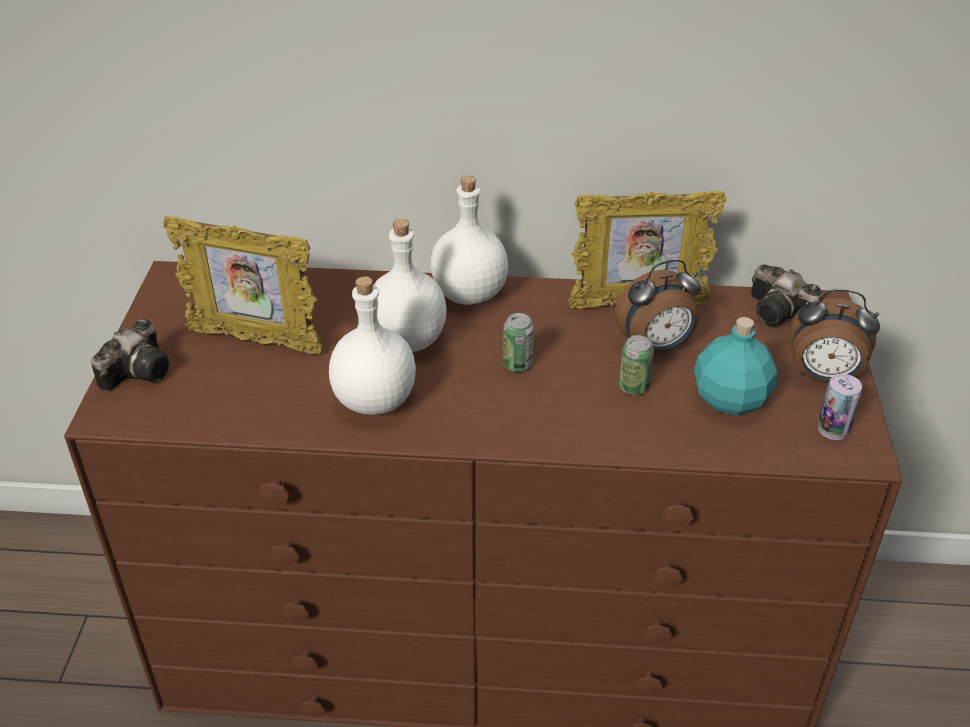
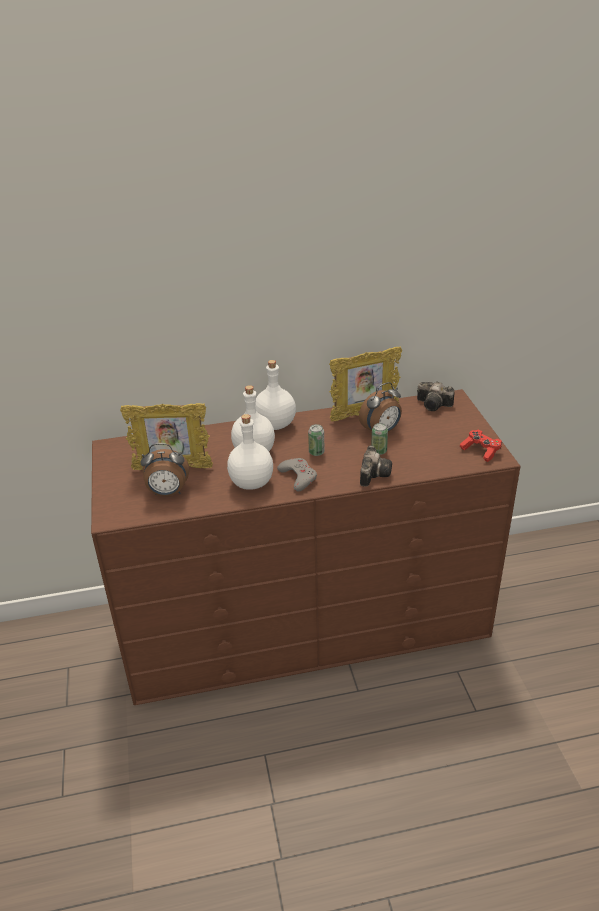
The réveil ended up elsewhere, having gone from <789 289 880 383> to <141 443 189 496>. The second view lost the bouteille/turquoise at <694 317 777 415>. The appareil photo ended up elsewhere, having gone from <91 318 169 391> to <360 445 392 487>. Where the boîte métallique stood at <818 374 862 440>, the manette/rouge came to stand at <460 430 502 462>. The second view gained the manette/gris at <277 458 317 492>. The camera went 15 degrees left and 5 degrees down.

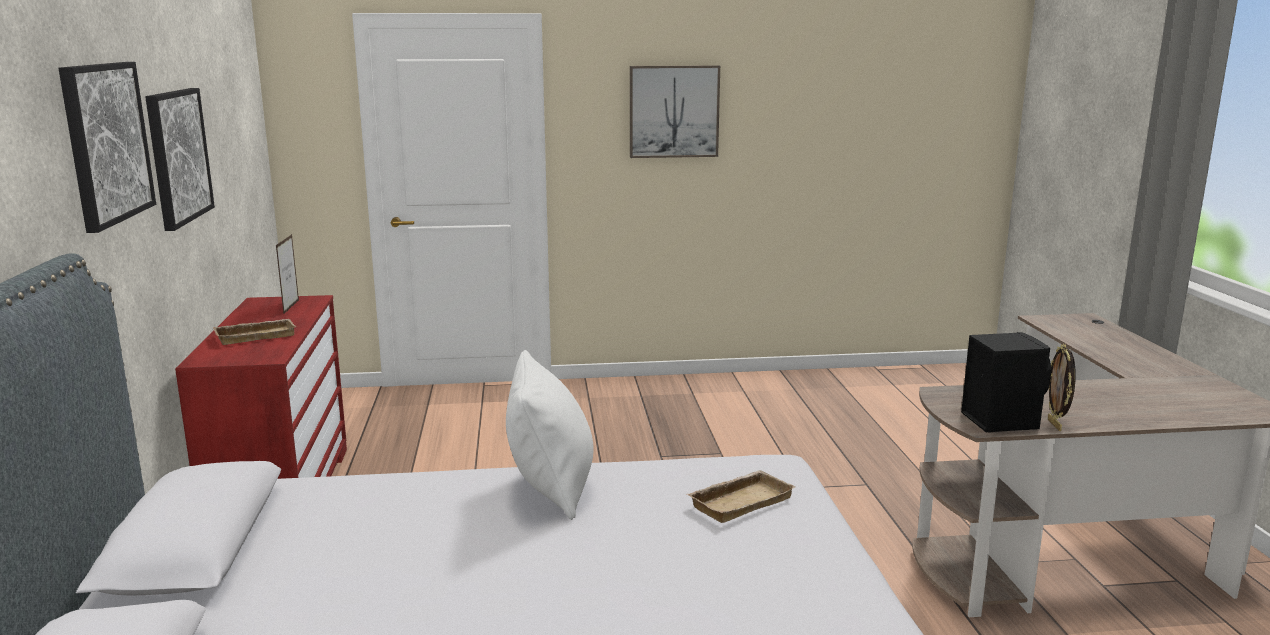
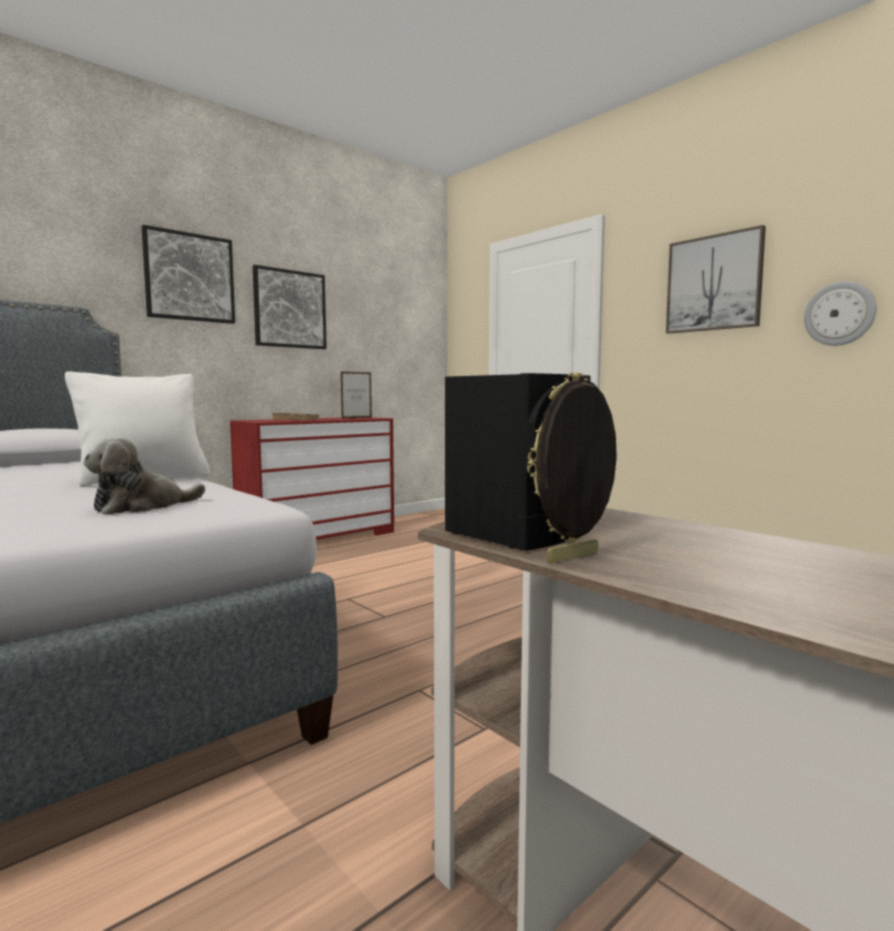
Where the plateau/beige stood at <687 470 795 523>, the peluche came to stand at <83 436 205 515>. The second view gained the horloge murale at <804 281 876 346>. The camera went 55 degrees right and 10 degrees down.

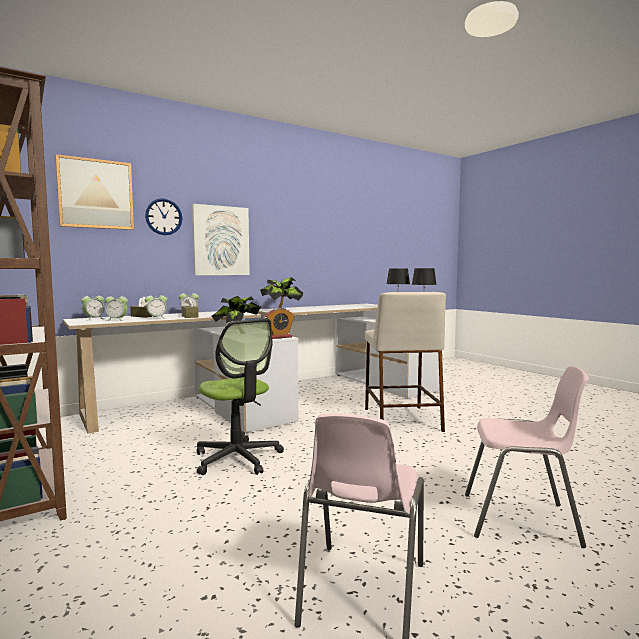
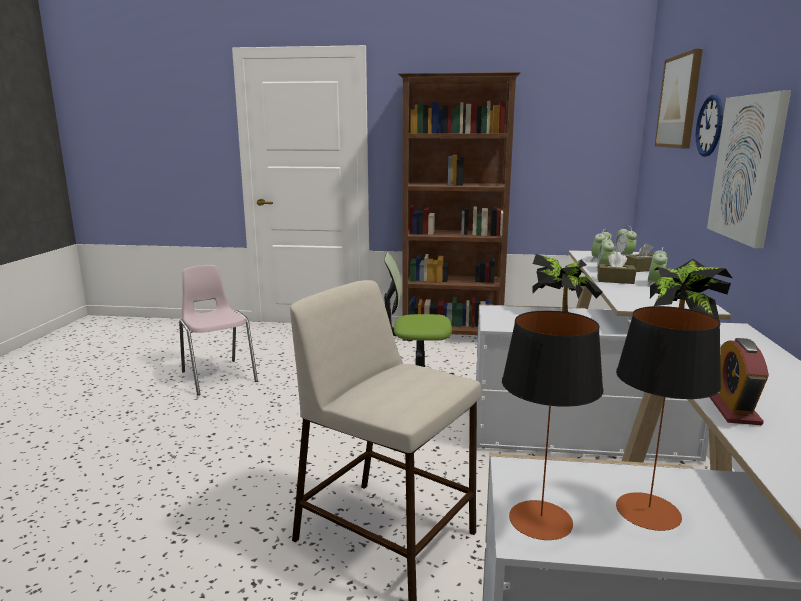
The réveil ended up elsewhere, having gone from <264 308 294 339> to <709 338 769 425>. The second view lost the chaise/rose at <465 366 589 548>. The camera went 130 degrees right and 10 degrees up.

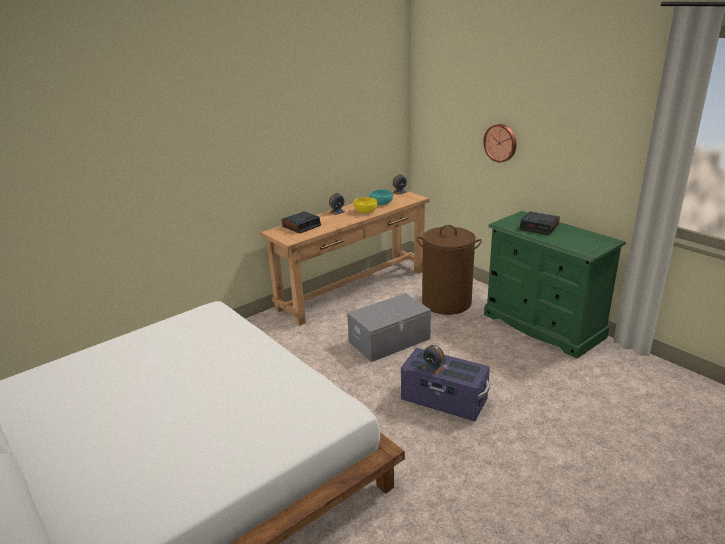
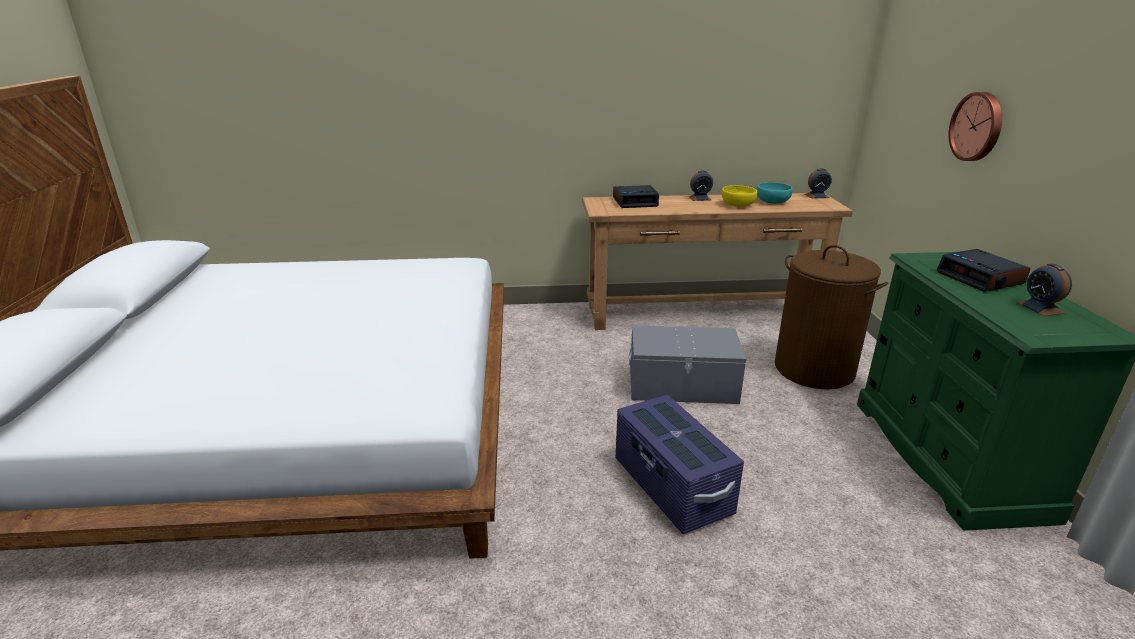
The réveil ended up elsewhere, having gone from <422 345 445 375> to <1017 264 1072 316>. The camera went 35 degrees right and 0 degrees up.

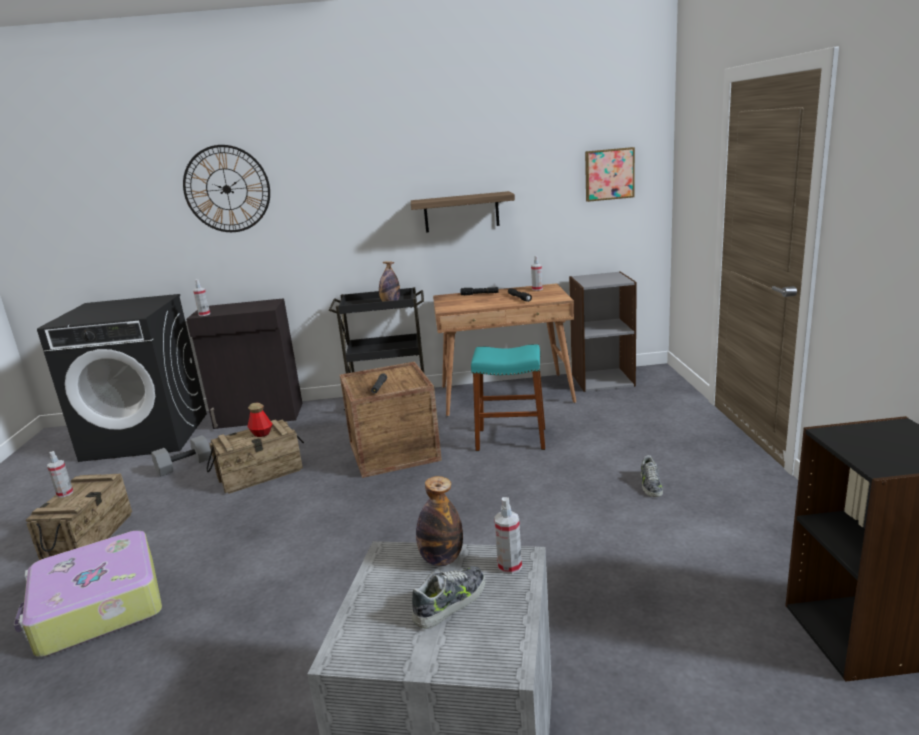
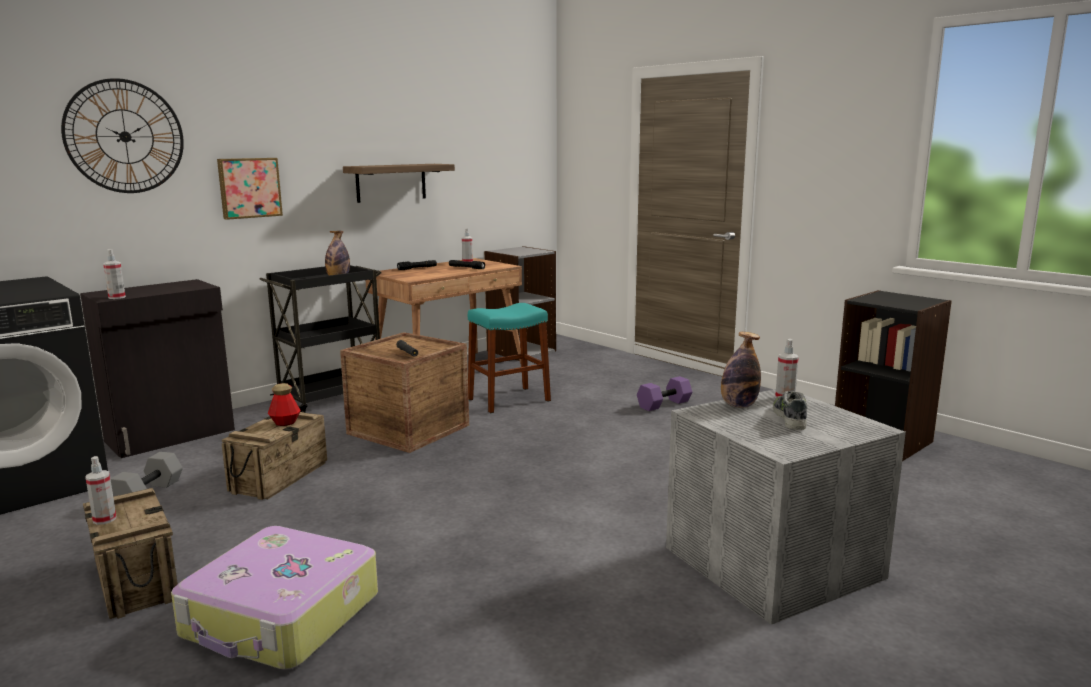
The tableau ended up elsewhere, having gone from <585 147 635 202> to <217 158 283 220>. Where the chaussure stood at <641 455 663 497>, the haltère/violet came to stand at <637 376 692 411>. The camera went 40 degrees left and 5 degrees down.

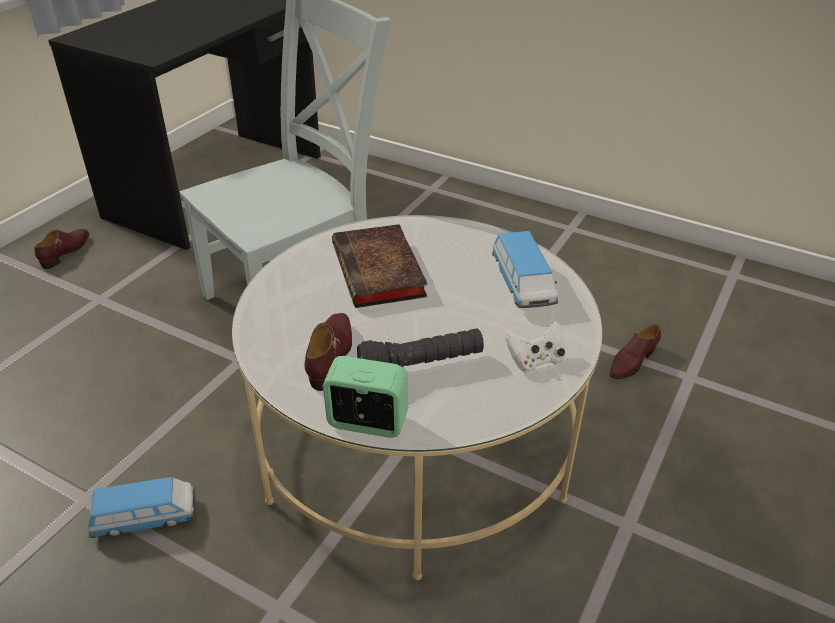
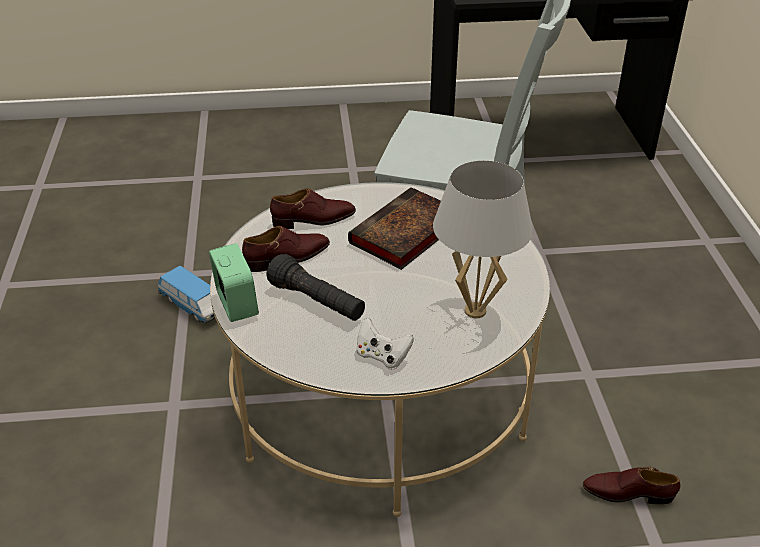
The chaussure/marron ended up elsewhere, having gone from <34 229 89 269> to <270 188 356 229>. Where the petite voiture stood at <492 231 558 308>, the lampe de table/blanc came to stand at <433 160 533 318>. The camera went 55 degrees right and 0 degrees up.

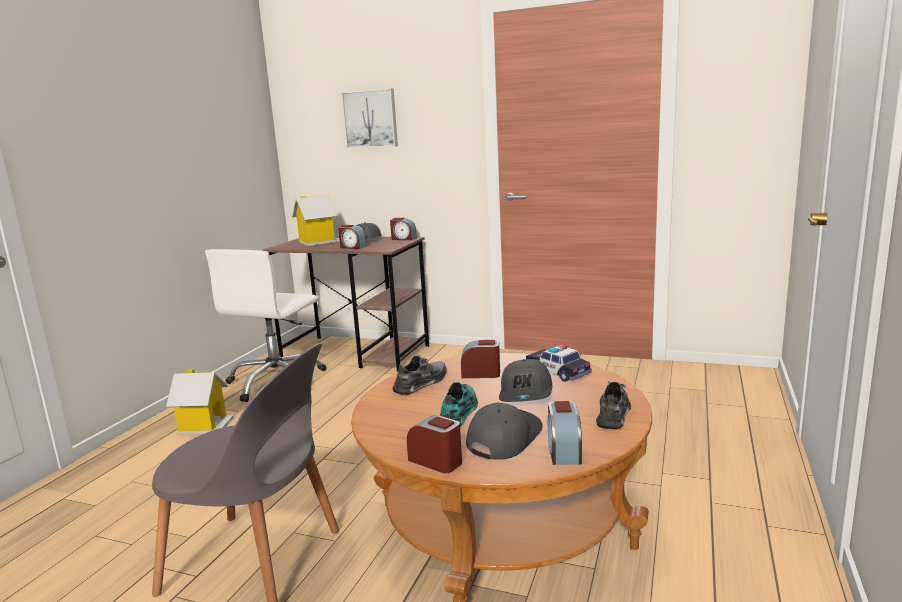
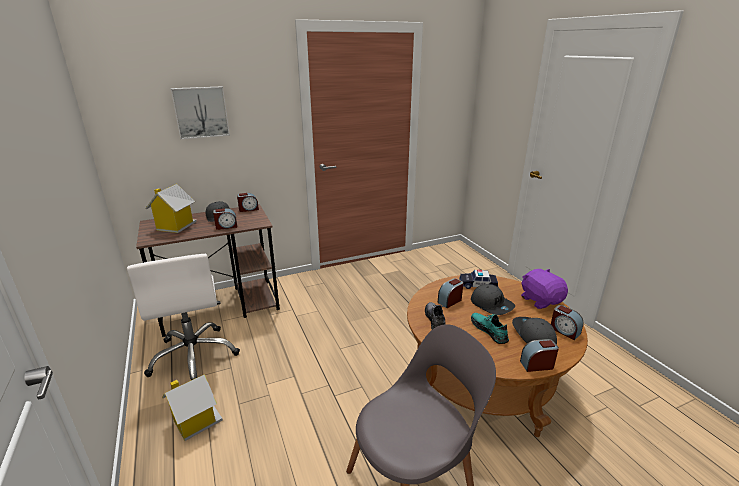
Where the chaussure/gris stood at <596 381 631 430>, the peluche/violet came to stand at <521 269 568 309>. The camera went 45 degrees left and 10 degrees up.

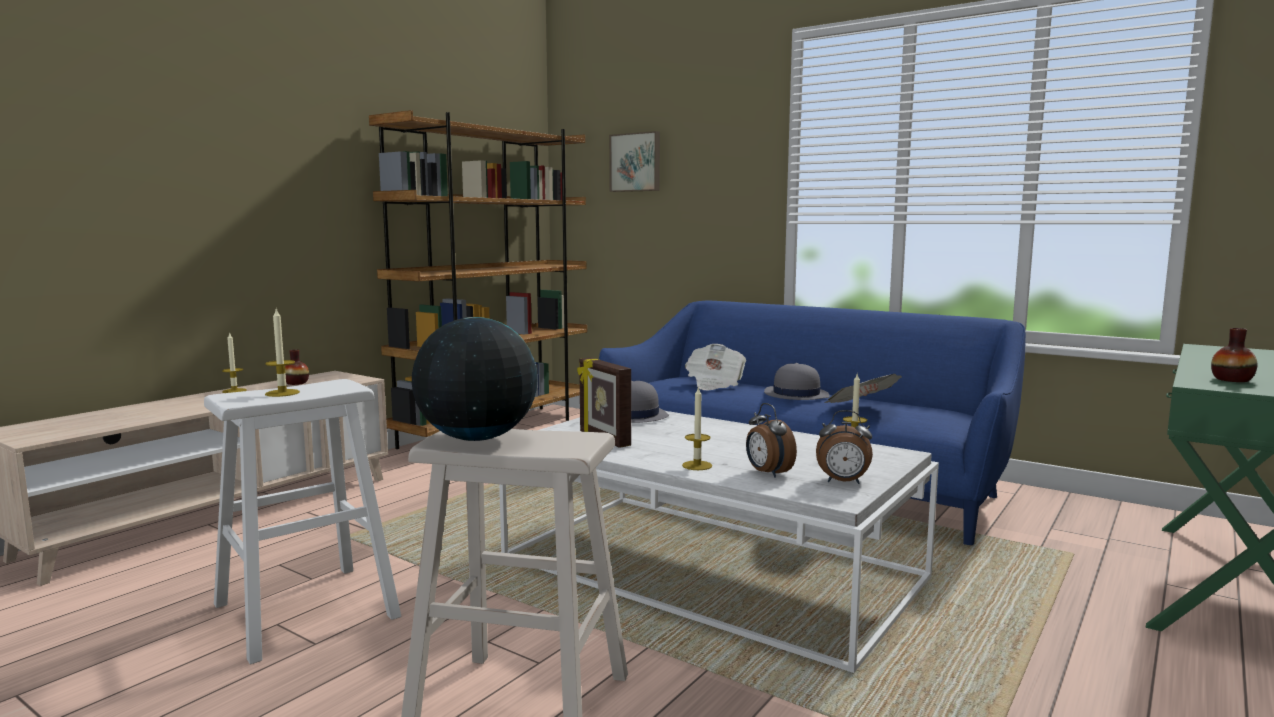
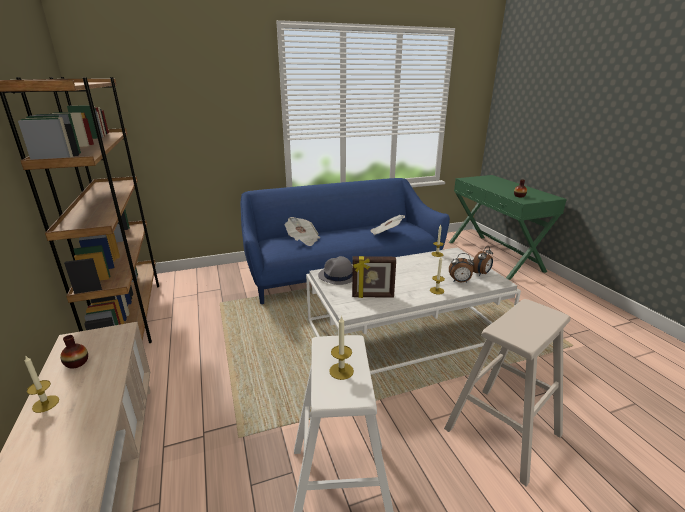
The second view lost the tableau at <609 131 660 192>. The second view lost the globe at <412 317 538 441>. The second view lost the chapeau/gris at <764 363 829 400>. The camera went 55 degrees left and 15 degrees up.

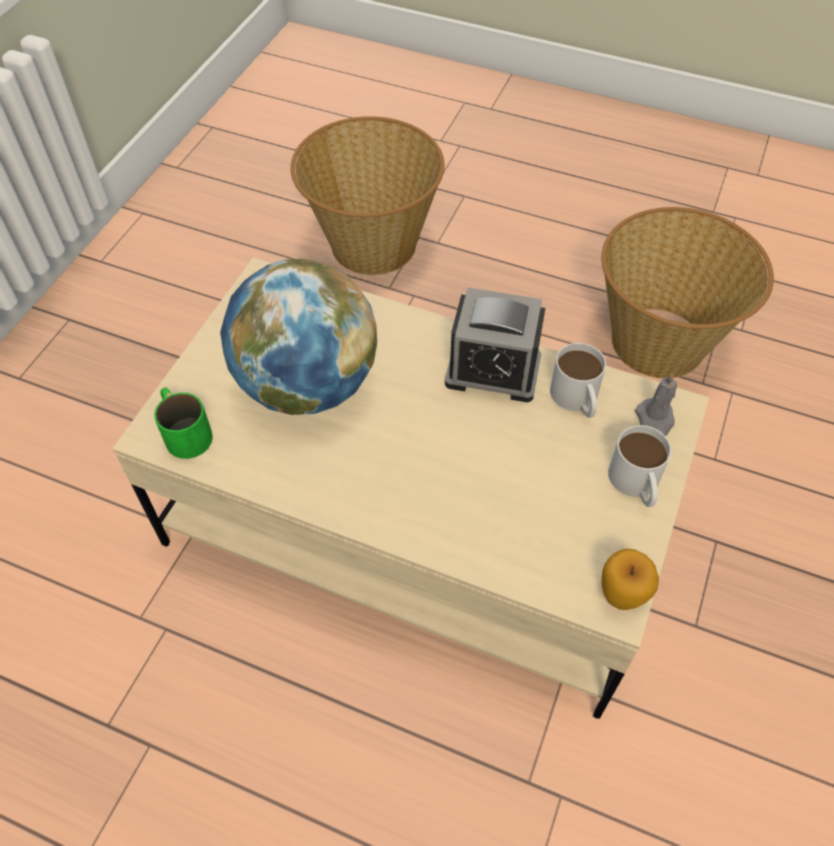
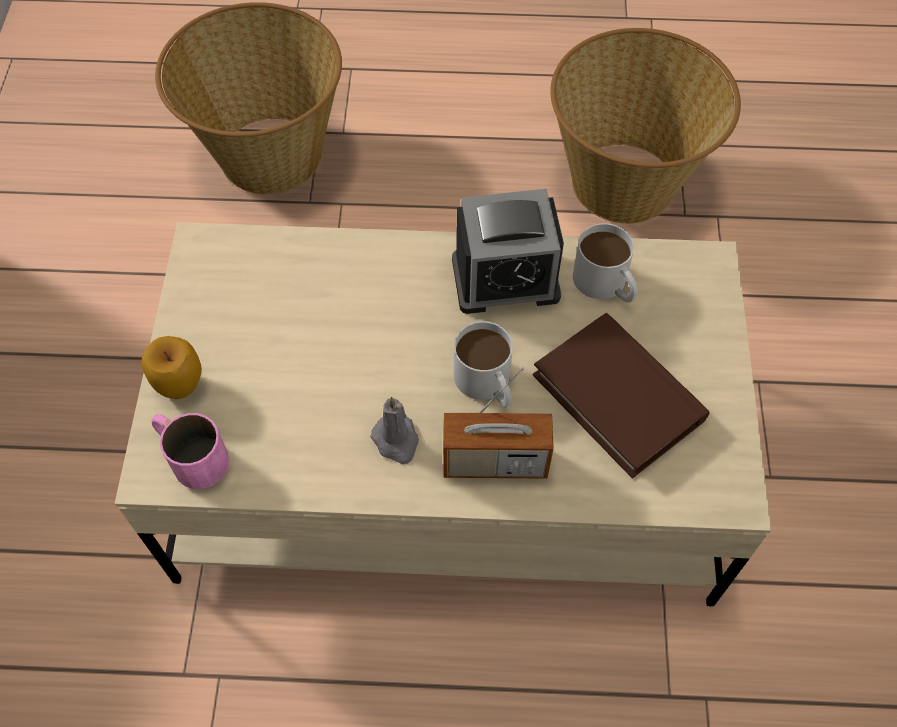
The second view lost the globe at <220 259 377 415>. The bougie/gris ended up elsewhere, having gone from <635 372 677 436> to <370 397 419 464>. What was the mug/vert at <154 388 213 459> turned into the mug/rose at <151 413 229 489>. The mug/blanc ended up elsewhere, having gone from <608 425 671 507> to <454 321 513 408>. The pomme ended up elsewhere, having gone from <602 548 659 610> to <141 336 202 399>. The second view gained the livre/marron at <533 313 710 478>. The second view gained the radio at <443 367 554 479>. The camera went 20 degrees left and 5 degrees up.

